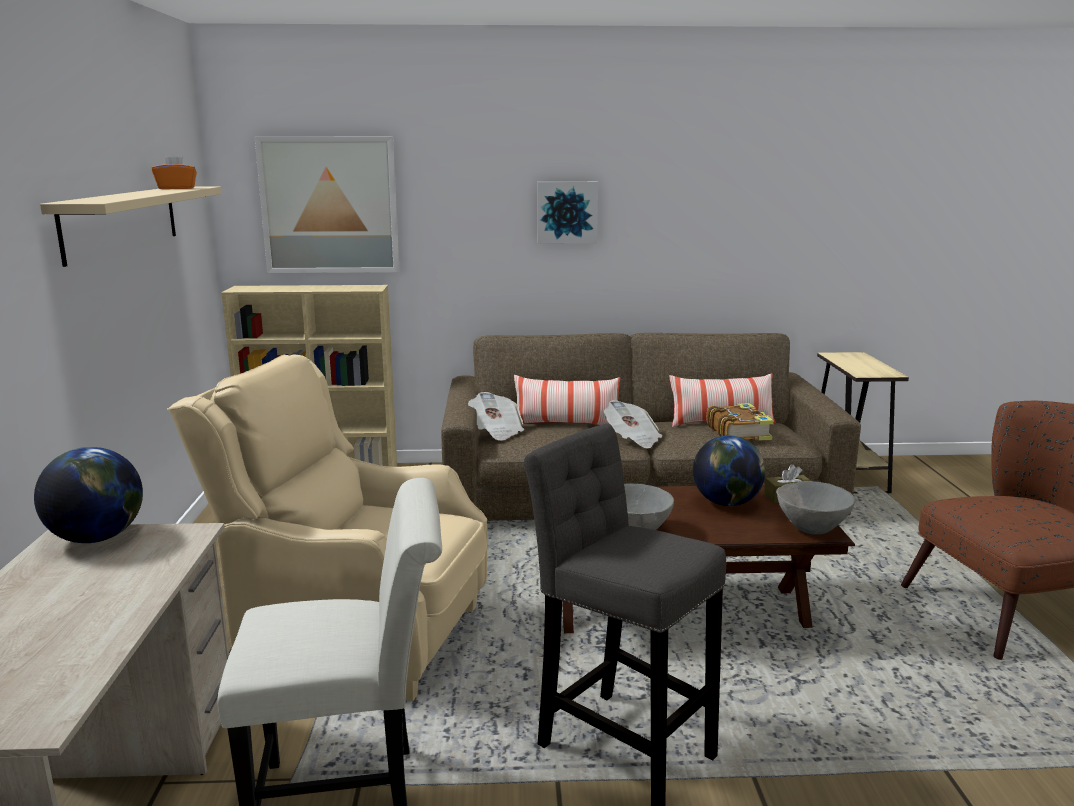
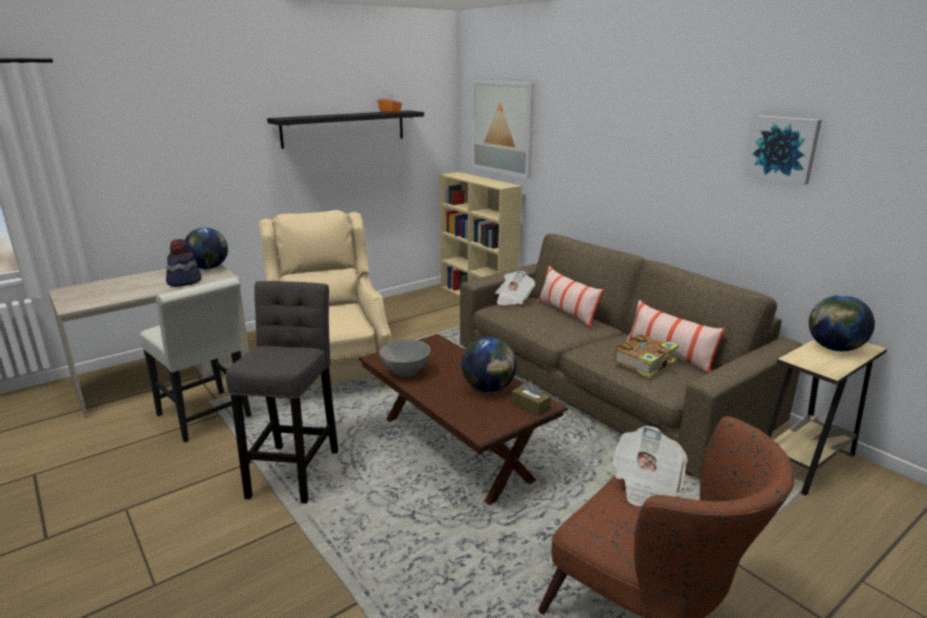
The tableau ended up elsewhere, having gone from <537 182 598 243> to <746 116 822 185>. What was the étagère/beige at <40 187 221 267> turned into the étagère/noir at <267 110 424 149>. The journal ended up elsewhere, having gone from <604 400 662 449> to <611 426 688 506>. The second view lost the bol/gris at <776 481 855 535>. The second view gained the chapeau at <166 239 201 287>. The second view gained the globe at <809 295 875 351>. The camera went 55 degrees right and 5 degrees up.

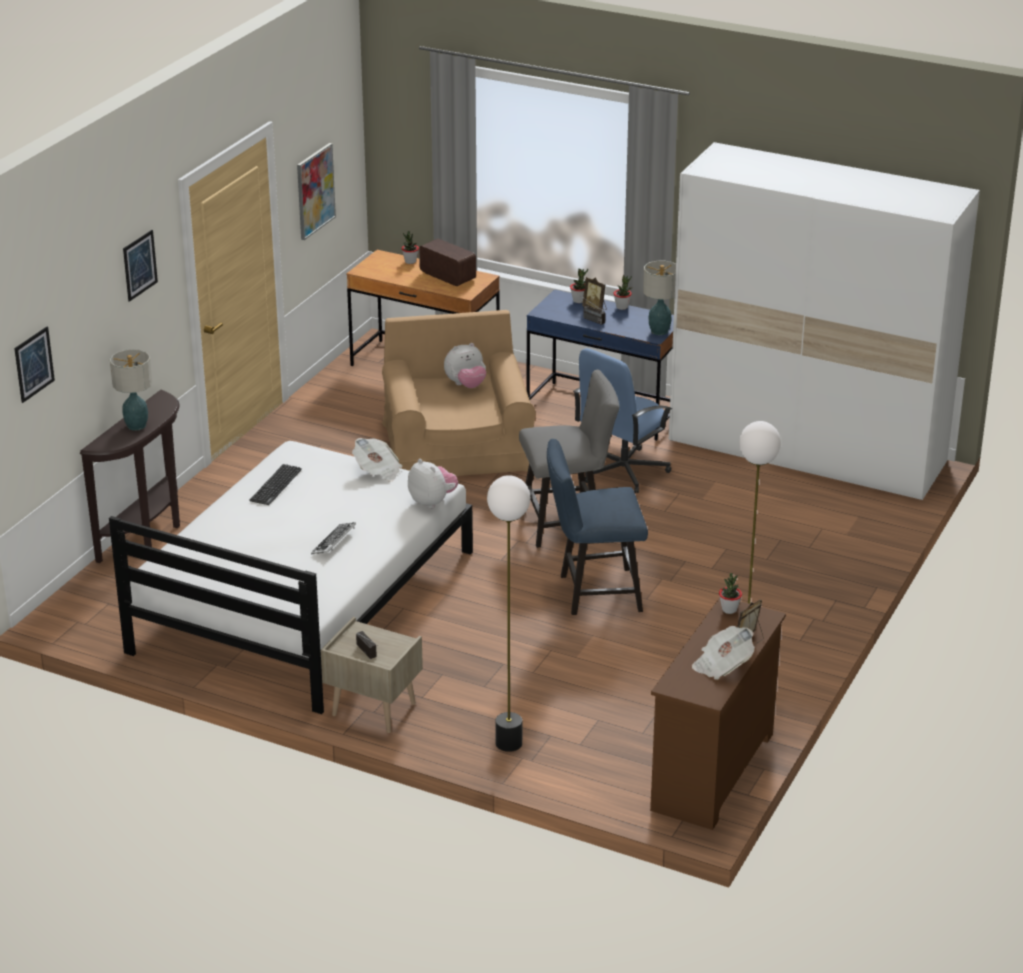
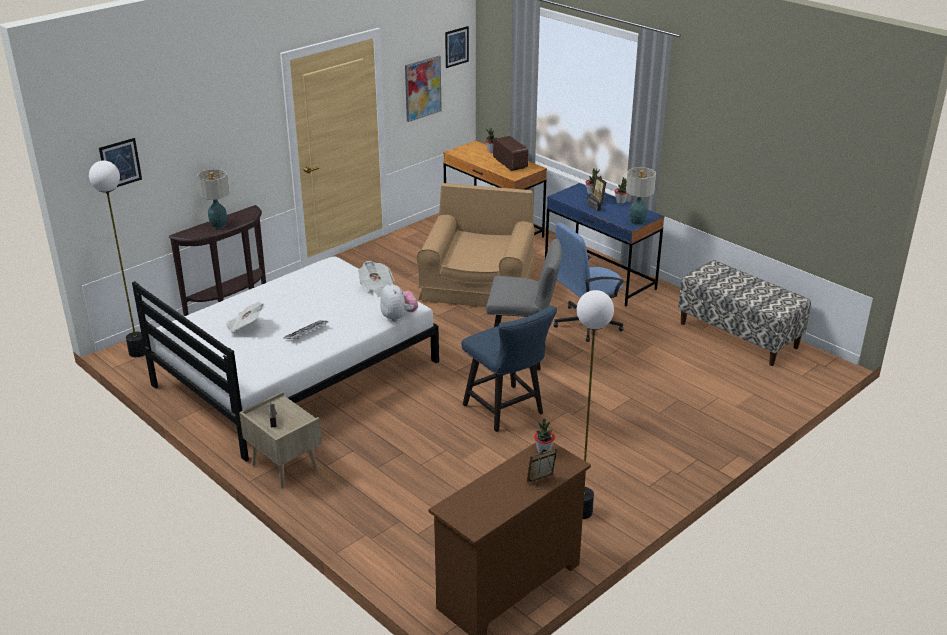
Where the armoire/blanc stood at <669 142 980 500>, the banc came to stand at <678 260 811 366>. The tableau ended up elsewhere, having gone from <123 230 158 302> to <445 26 469 68>. The second view lost the peluche at <444 343 486 388>. The chaise/bleu at <547 439 648 615> ended up facing another way, 135 degrees counterclockwise from before. The second view lost the clavier at <249 464 302 505>. The lampadaire ended up elsewhere, having gone from <487 475 530 752> to <89 161 145 357>. The journal ended up elsewhere, having gone from <692 626 755 680> to <226 302 264 333>. The camera went 20 degrees right and 0 degrees up.

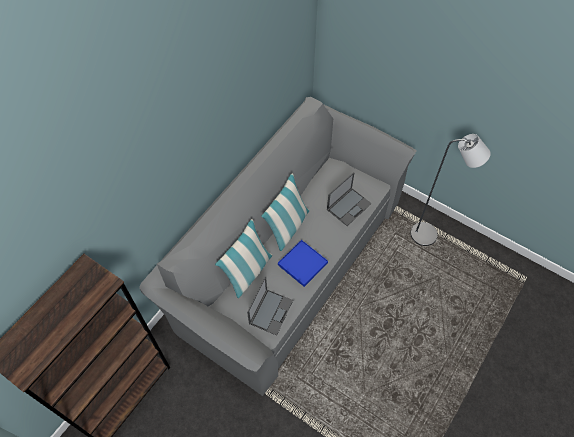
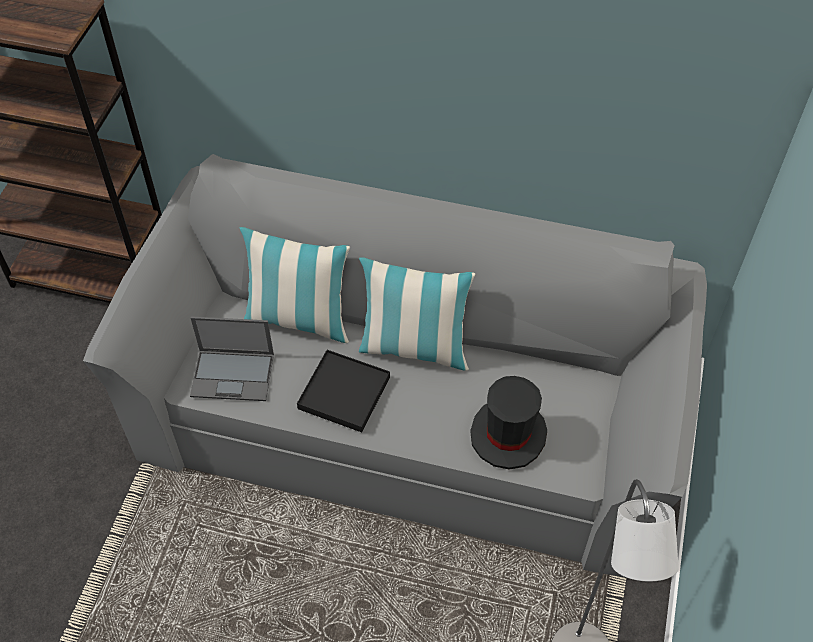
Where the ordinateur portable stood at <327 172 372 226>, the chapeau/noir came to stand at <470 376 547 470>. What was the plateau/bleu at <278 240 328 287> turned into the plateau/noir at <297 350 390 432>. The camera went 70 degrees right and 5 degrees down.

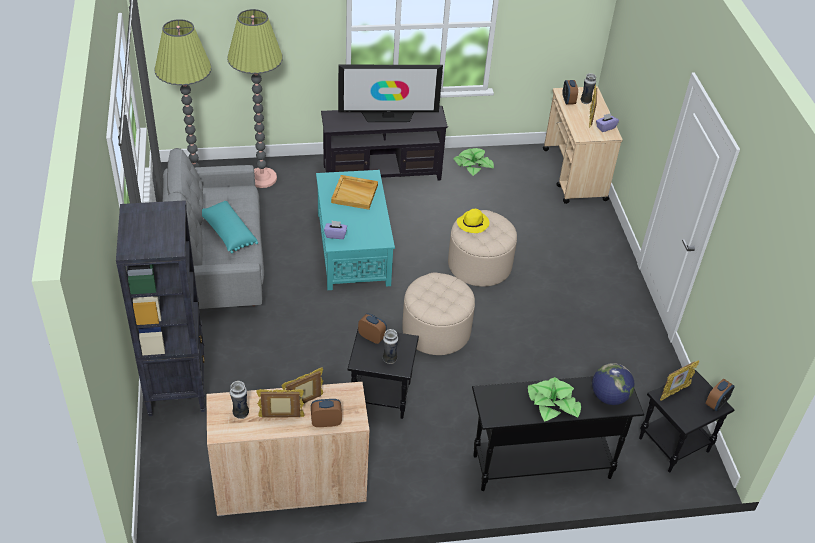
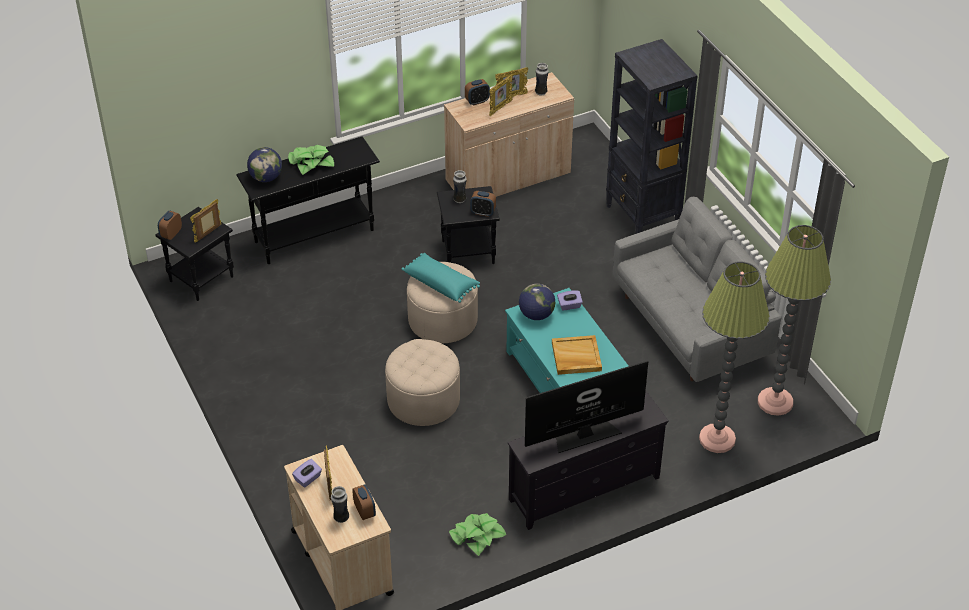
The coussin/turquoise ended up elsewhere, having gone from <202 201 258 253> to <402 253 480 303>. The second view lost the chapeau/jaune at <457 209 489 233>. The second view gained the globe at <519 284 555 320>. The camera went 165 degrees right and 0 degrees up.

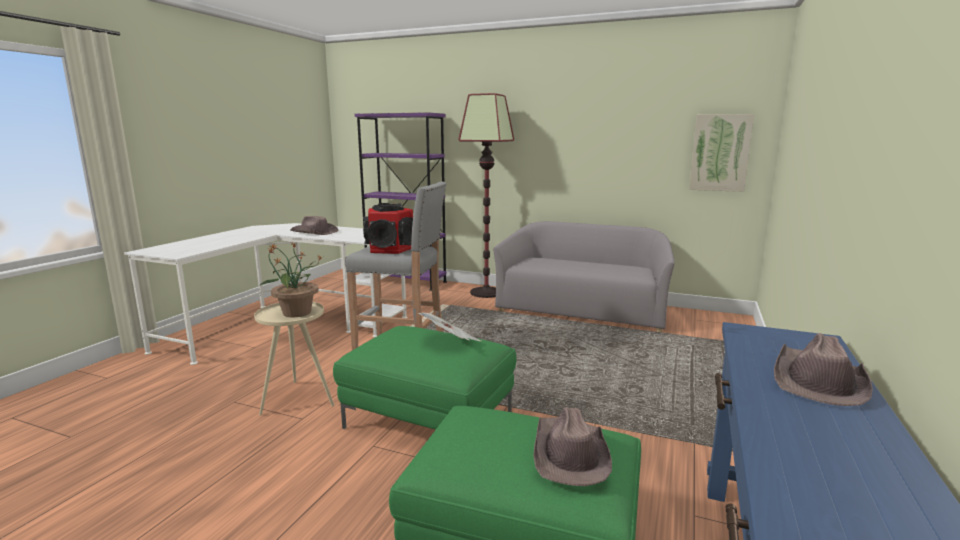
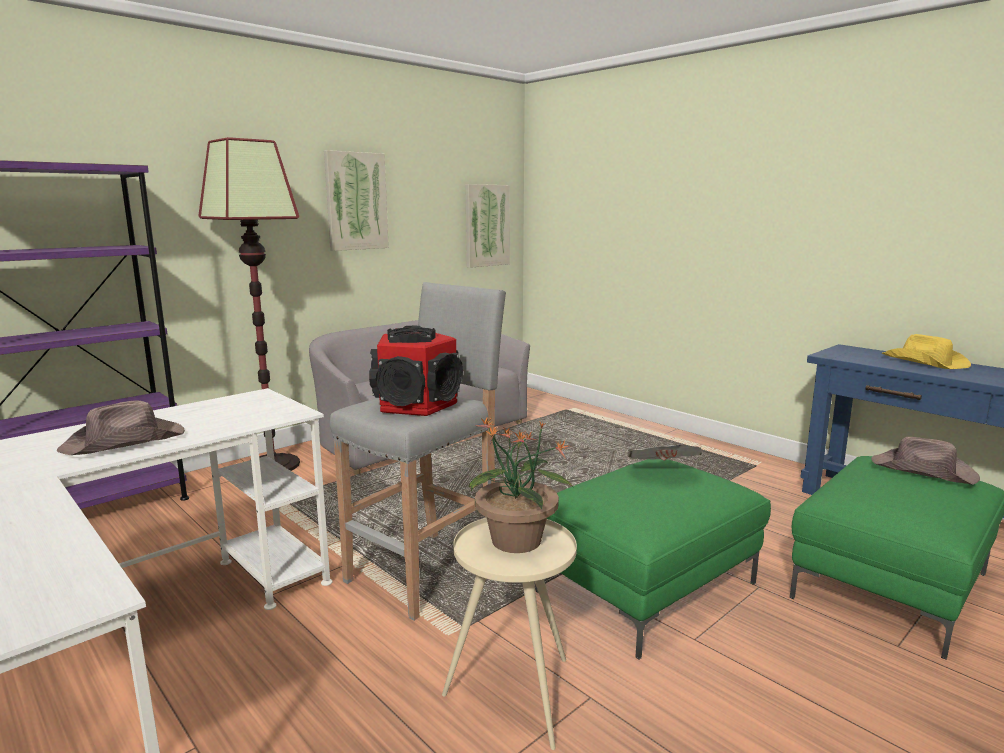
What was the chapeau/marron at <774 333 873 406> turned into the chapeau/jaune at <882 334 971 369>. The second view gained the tableau at <324 150 389 251>. The camera went 65 degrees left and 0 degrees up.

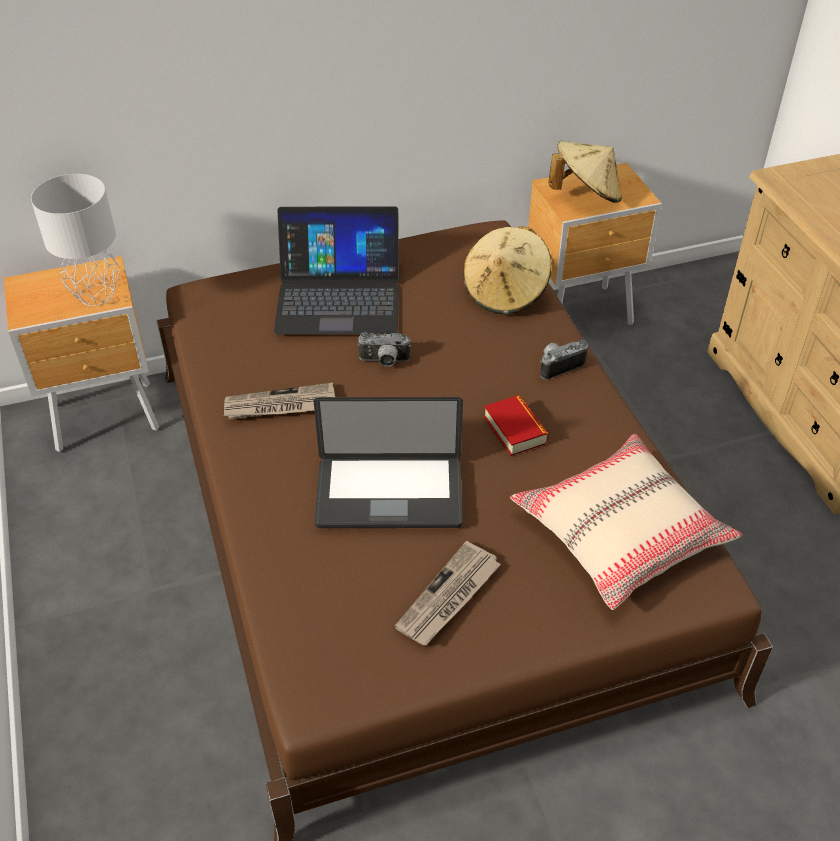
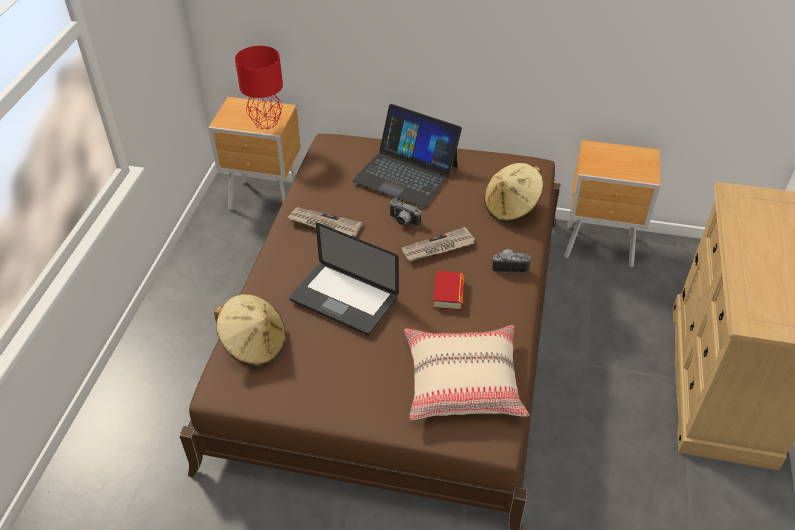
The chapeau/beige ended up elsewhere, having gone from <549 141 622 203> to <214 294 286 366>. What was the lampe de table/gris at <31 174 120 306> turned into the lampe de table/rouge at <235 46 283 129>. The journal ended up elsewhere, having gone from <395 541 501 645> to <401 227 475 262>. The camera went 30 degrees right and 0 degrees up.

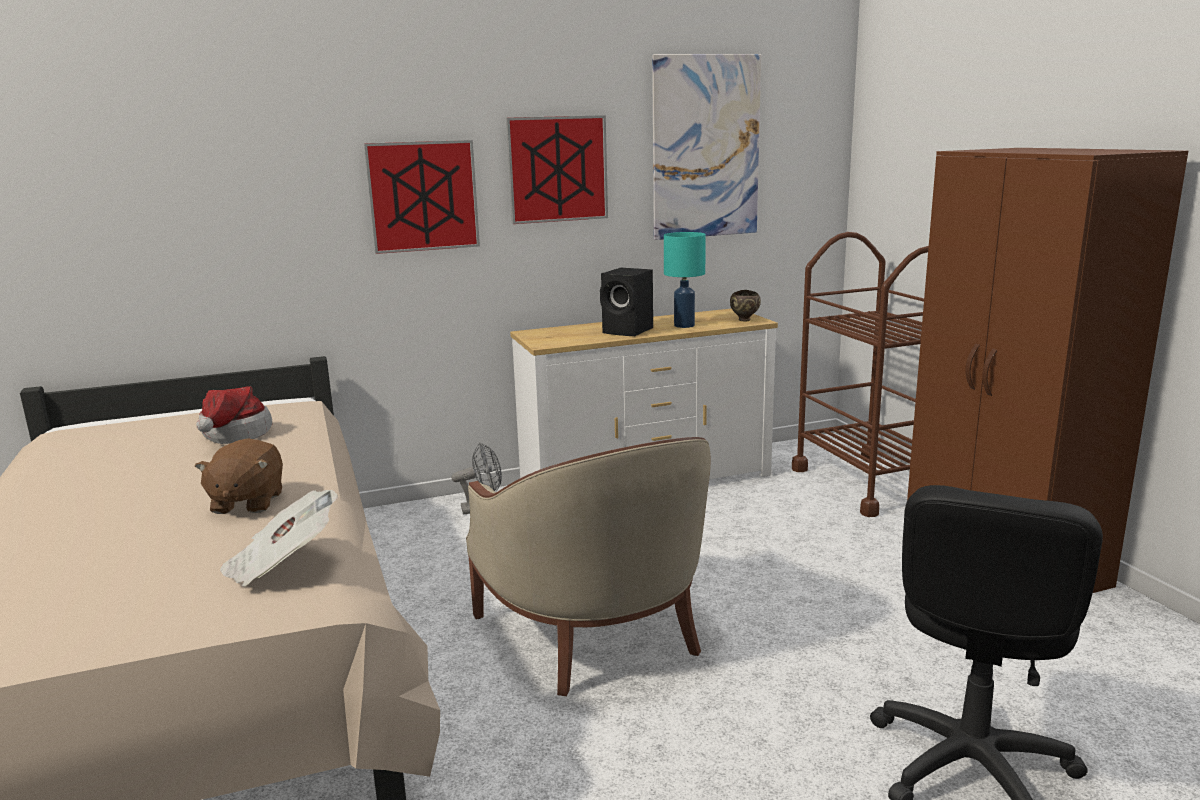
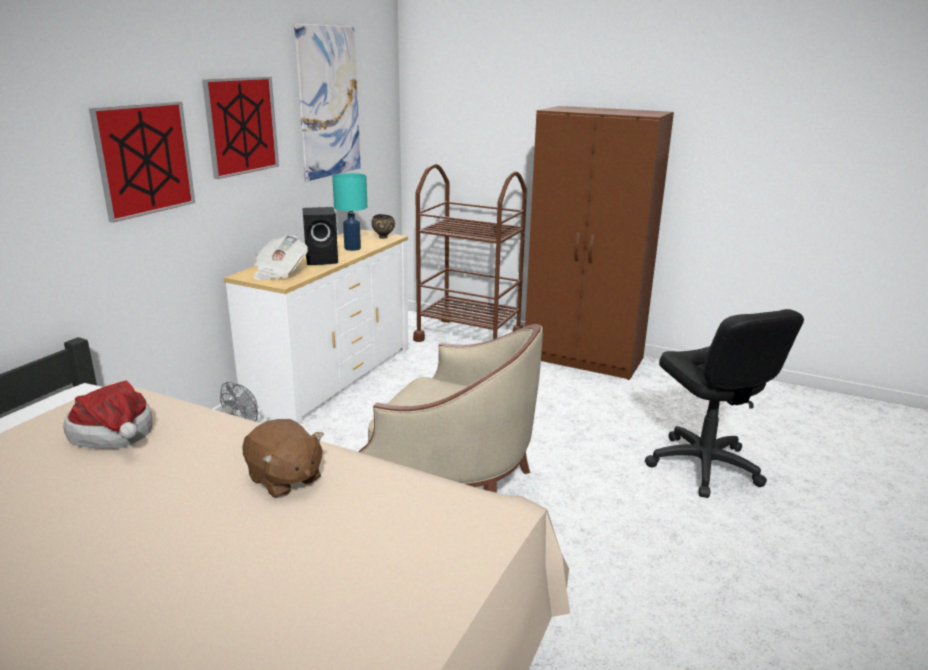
The journal ended up elsewhere, having gone from <220 490 338 587> to <254 235 308 280>. The camera went 45 degrees left and 5 degrees up.

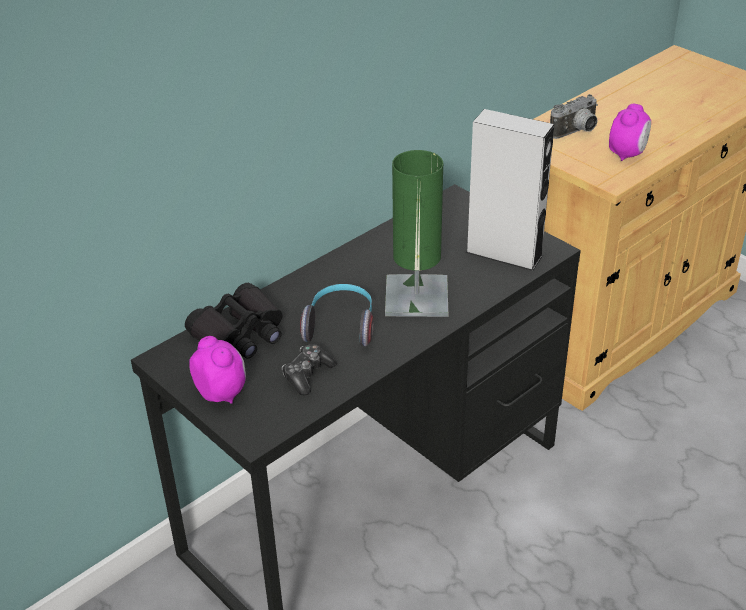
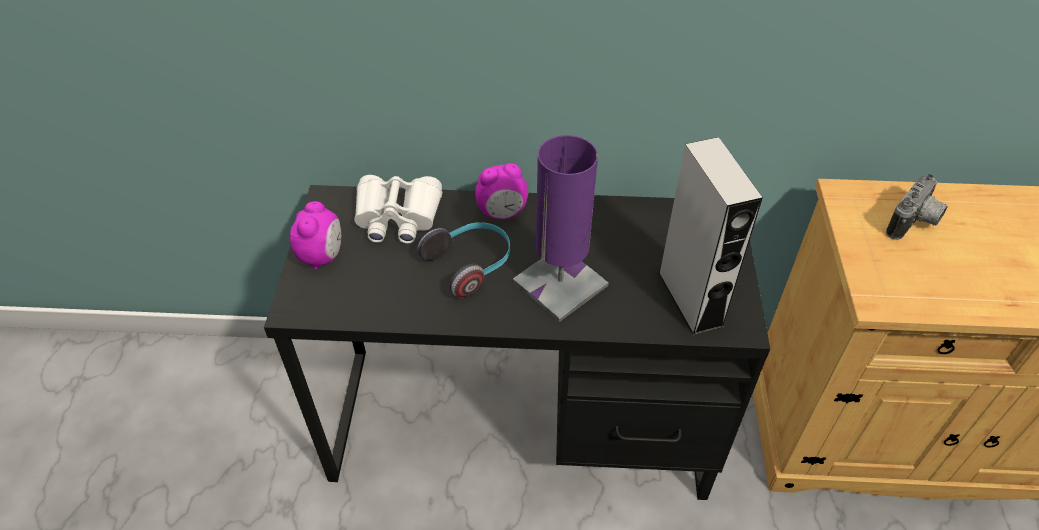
The appareil photo at <550 94 598 139> ended up facing another way, 60 degrees counterclockwise from before. The réveil ended up elsewhere, having gone from <609 104 651 161> to <475 163 528 220>. What was the lampe de table/vert at <385 150 448 317> turned into the lampe de table/violet at <513 135 608 322>. What was the jumelles/noir at <185 283 282 359> turned into the jumelles/blanc at <354 175 442 244>. The second view lost the manette at <282 344 337 396>. The camera went 45 degrees right and 10 degrees up.

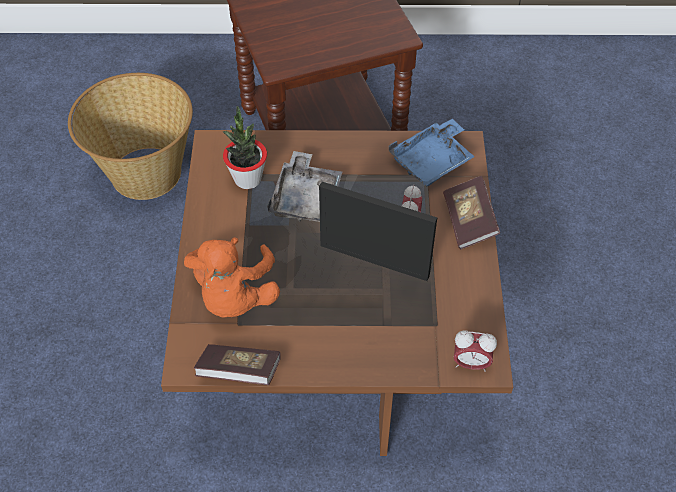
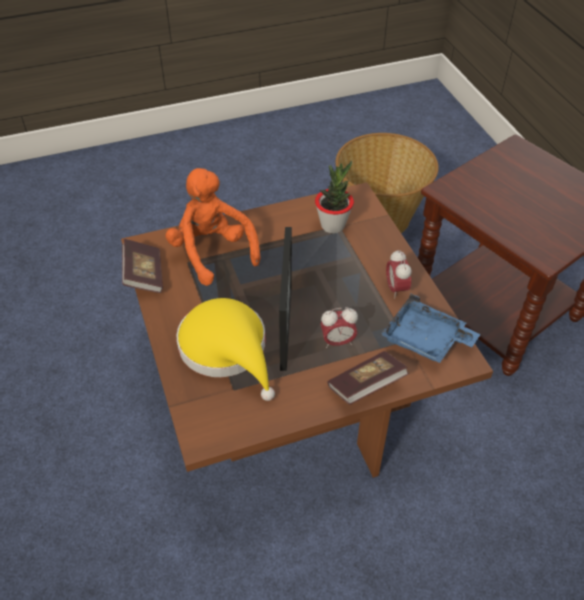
The second view lost the plateau/gris at <267 151 342 222>. The peluche/orange at <184 237 280 317> ended up facing another way, 75 degrees clockwise from before. The réveil ended up elsewhere, having gone from <454 331 497 372> to <386 249 412 299>. The second view gained the chapeau/jaune at <177 298 275 401>. The camera went 70 degrees right and 5 degrees down.

